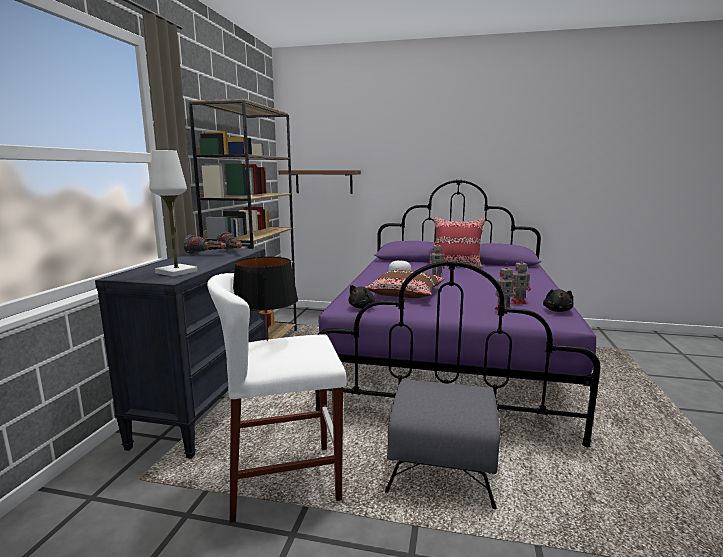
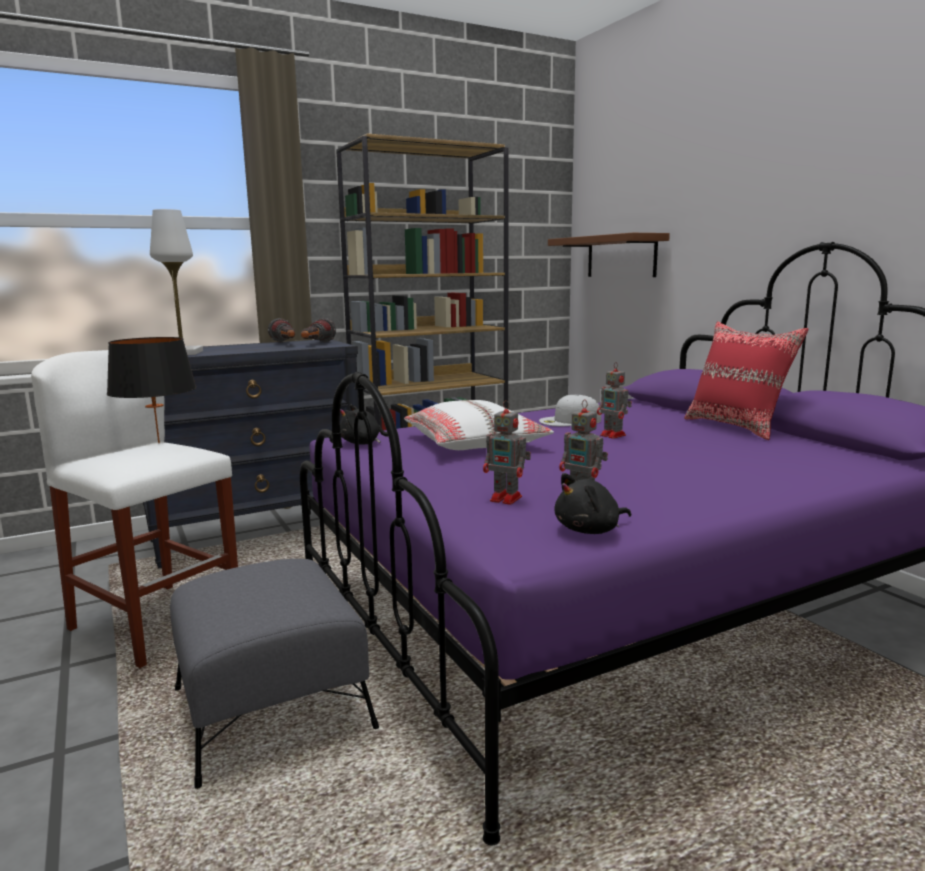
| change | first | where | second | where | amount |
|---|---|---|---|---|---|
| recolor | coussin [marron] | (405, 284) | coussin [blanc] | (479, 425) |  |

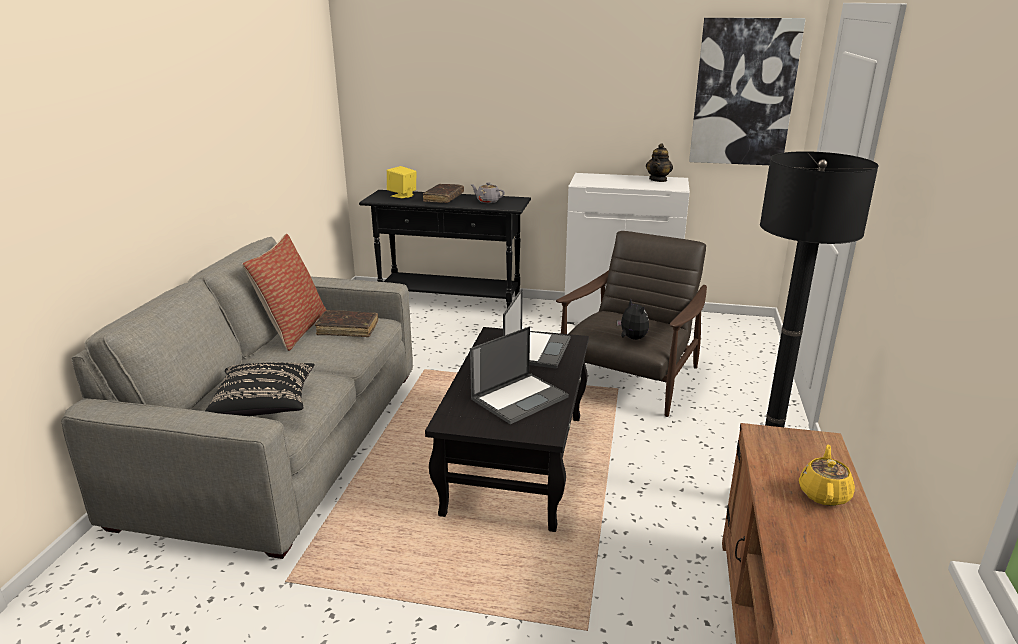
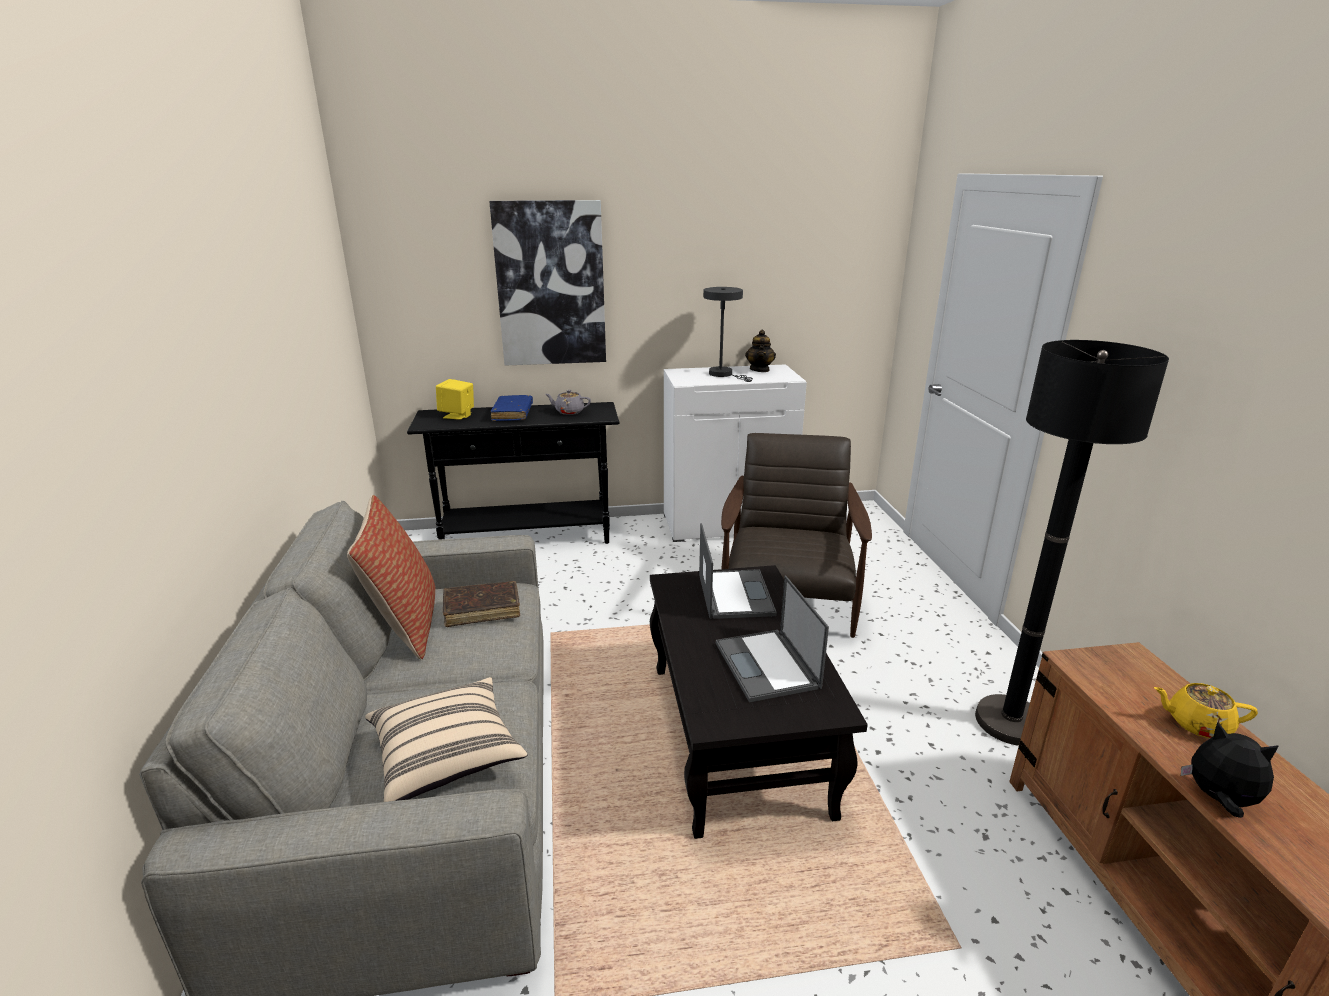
| change | first | where | second | where | amount |
|---|---|---|---|---|---|
| recolor | coussin [noir] | (260, 389) | coussin [beige] | (446, 739) |  |
| move | tableau | (747, 91) |  | (547, 283) |  |
| recolor | livre [marron] | (443, 193) | livre [bleu] | (512, 408) |  |
| insert |  |  | lampe de table [gris] | (728, 334) |  |
| rotate | ordinateur portable | (519, 375) |  | (772, 639) | 135 degrees clockwise |
| rotate | théière [jaune] | (827, 475) |  | (1206, 710) | 75 degrees counterclockwise |
| move | peluche | (633, 319) |  | (1230, 770) |  |

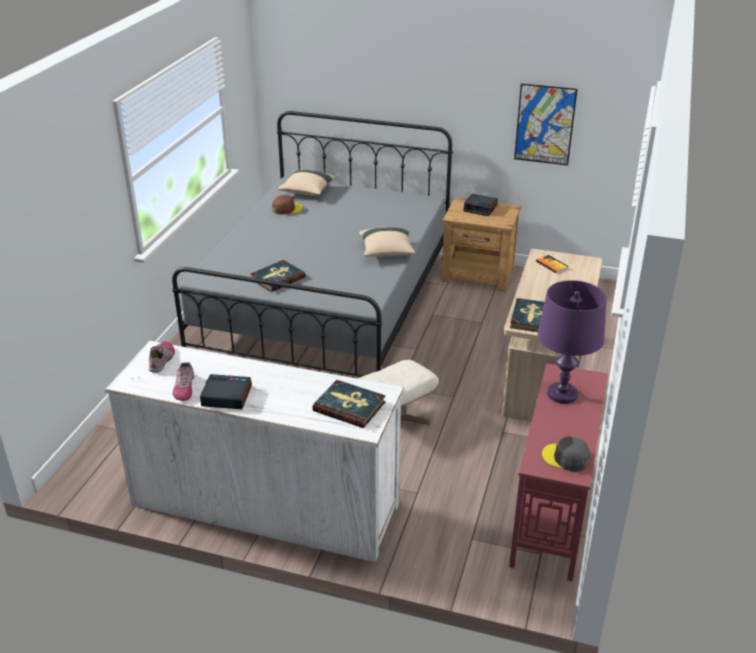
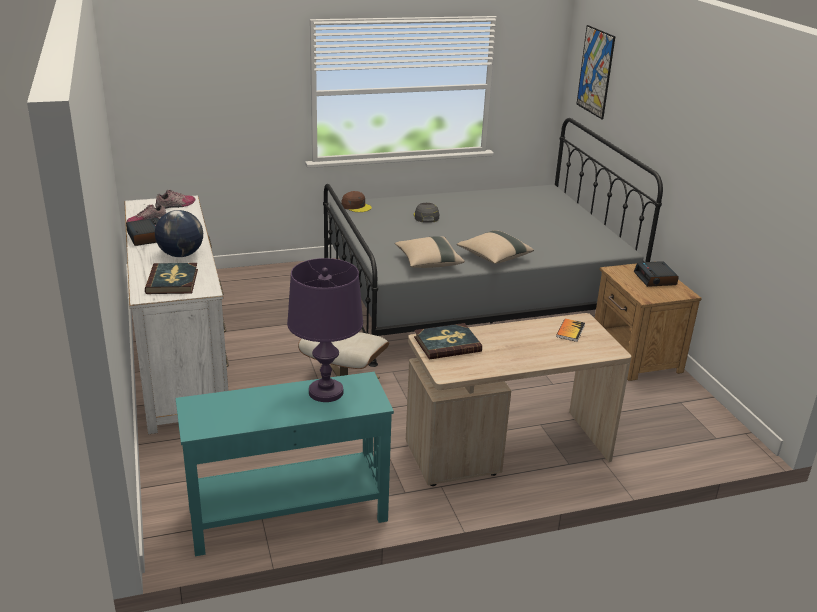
| change | first | where | second | where | amount |
|---|---|---|---|---|---|
| insert |  |  | globe | (179, 233) |  |
| recolor | table console [rouge] | (558, 472) | table console [turquoise] | (285, 464) |  |
| move | casquette [marron] | (287, 205) |  | (356, 201) |  |
| move | coussin [beige] | (307, 182) |  | (430, 252) |  |
| move | casquette [gris] | (566, 454) |  | (426, 213) |  |
| move | tableau | (546, 124) |  | (596, 72) |  |
| delete | livre | (278, 276) |  |  |  |

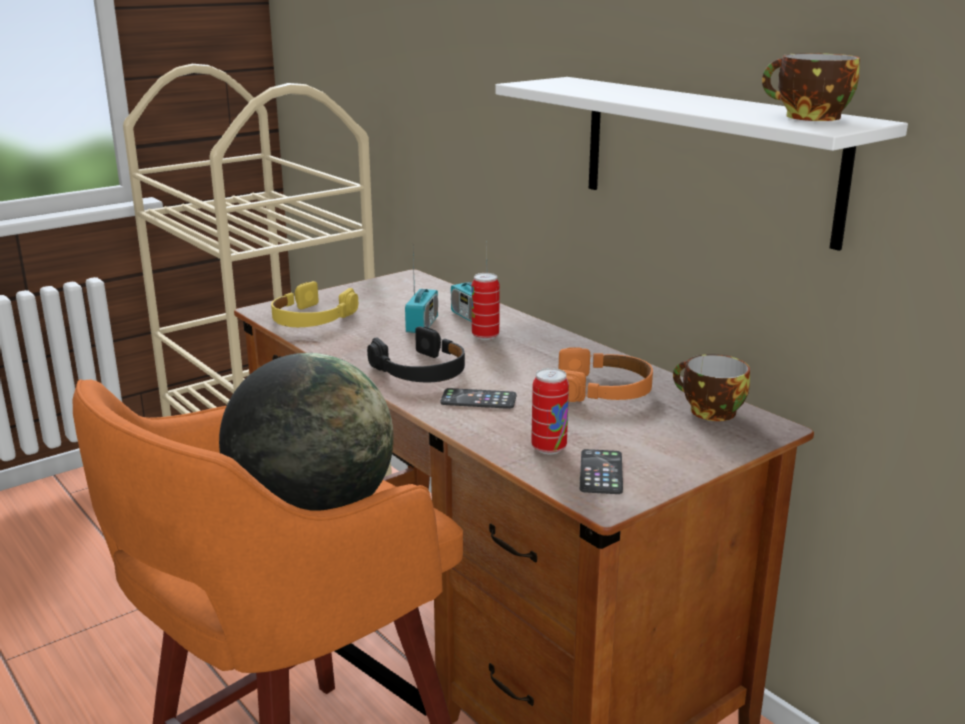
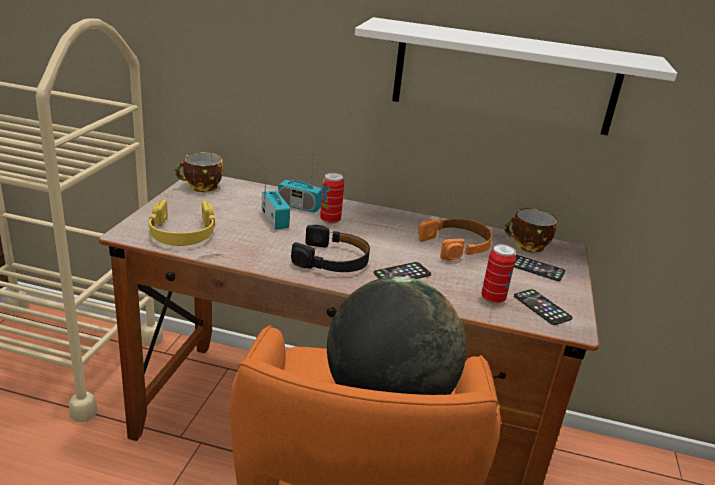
| change | first | where | second | where | amount |
|---|---|---|---|---|---|
| move | tasse | (811, 87) |  | (199, 172) |  |
| insert |  |  | téléphone | (539, 268) |  |

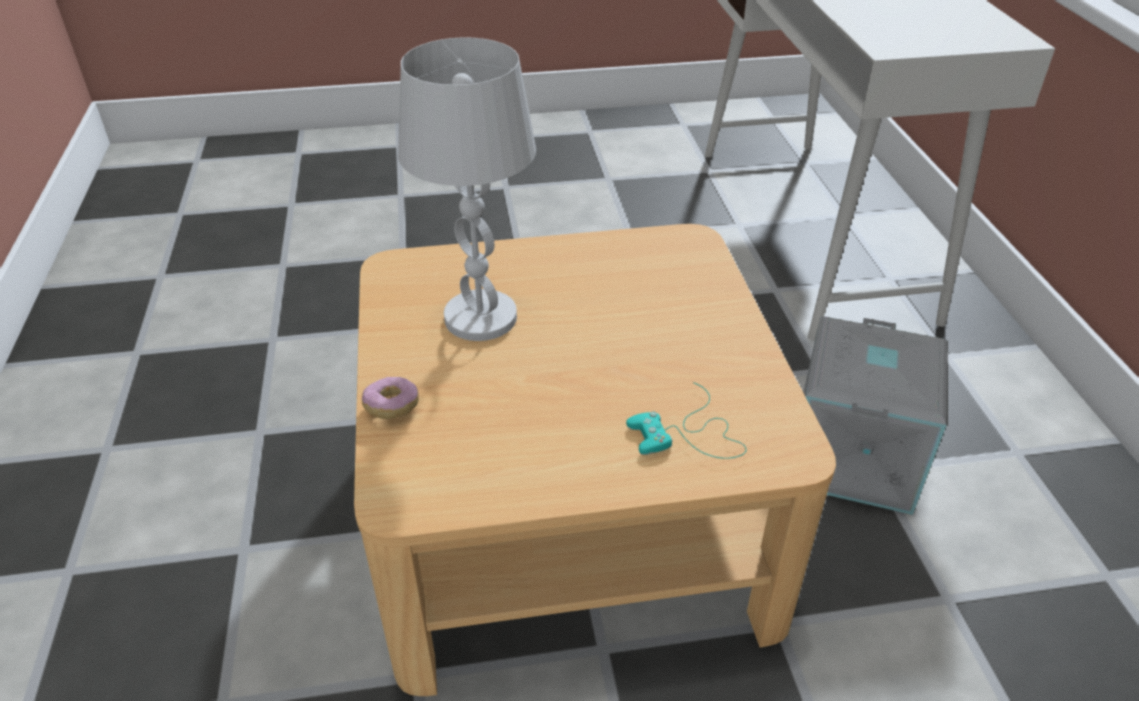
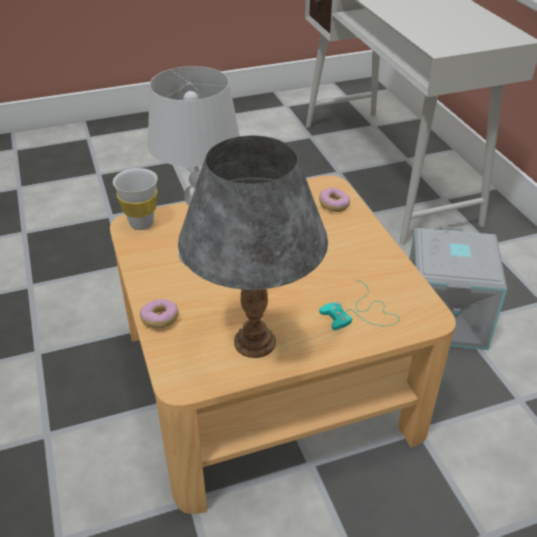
| change | first | where | second | where | amount |
|---|---|---|---|---|---|
| insert |  |  | tasse [blanc] | (135, 199) |  |
| insert |  |  | lampe de table [gris] | (253, 246) |  |
| insert |  |  | beignet | (334, 200) |  |

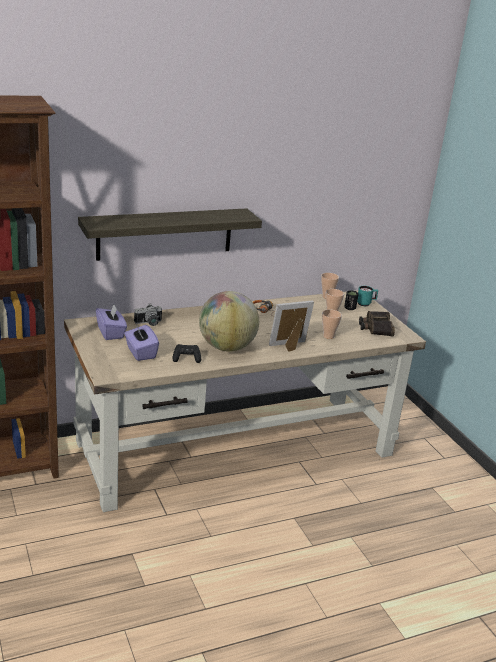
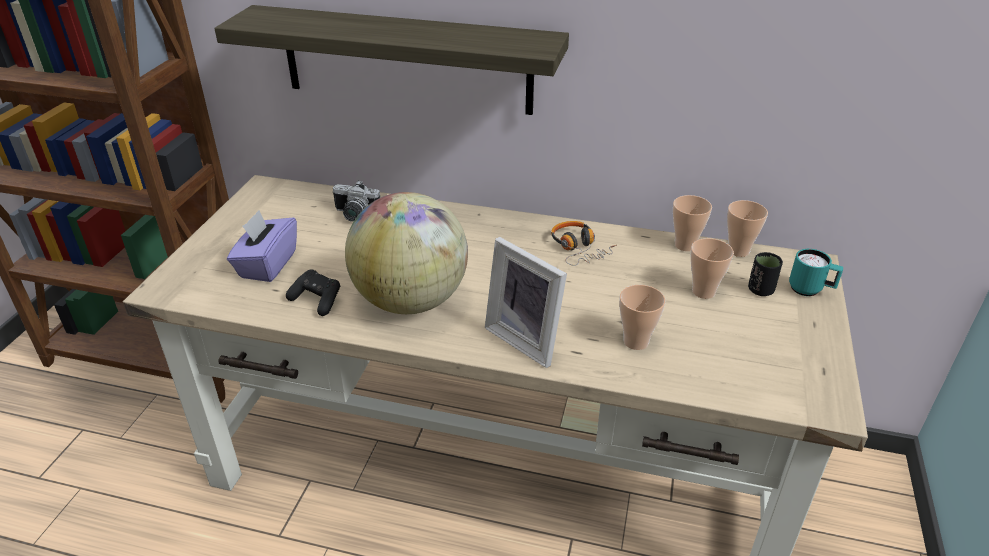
| change | first | where | second | where | amount |
|---|---|---|---|---|---|
| rotate | cadre photo | (291, 326) |  | (526, 302) | 150 degrees counterclockwise |
| insert |  |  | tasse | (692, 223) |  |
| delete | boîte à mouchoirs [violet] | (111, 322) |  |  |  |
| delete | jumelles | (377, 323) |  |  |  |

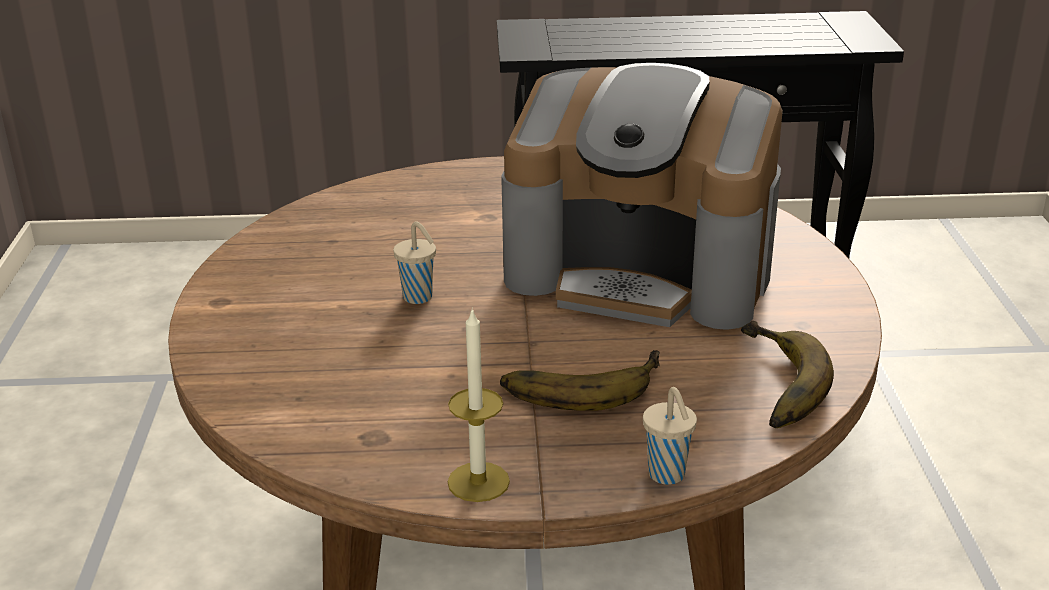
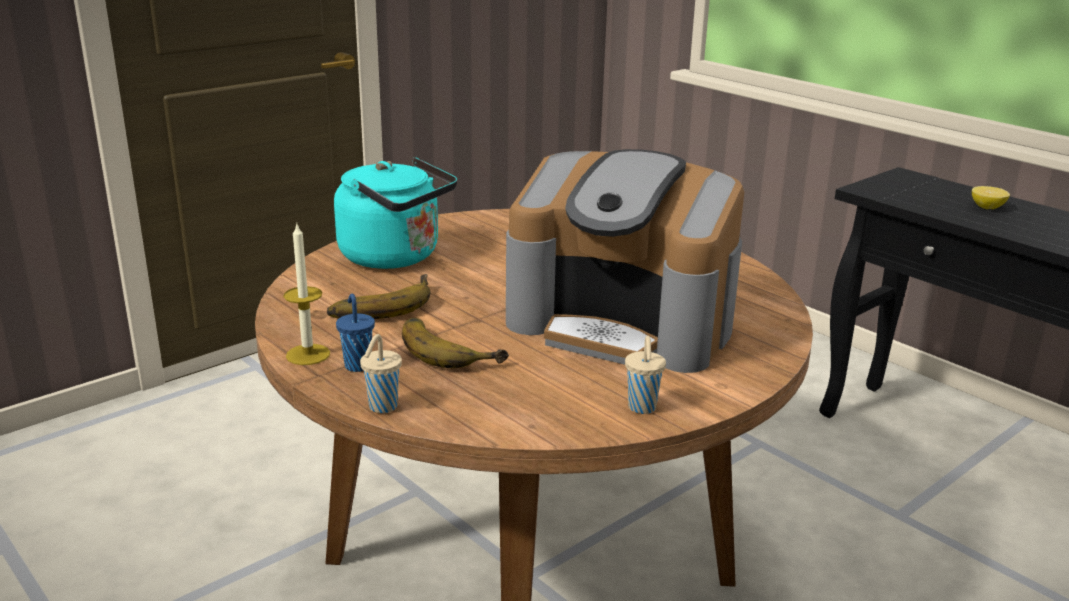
| change | first | where | second | where | amount |
|---|---|---|---|---|---|
| move | banane | (787, 374) |  | (378, 296) |  |
| insert |  |  | bouilloire [turquoise] | (395, 213) |  |
| insert |  |  | tasse [bleu] | (355, 333) |  |
| rotate | machine à café | (642, 196) |  | (625, 261) | 45 degrees counterclockwise |
| move | tasse [beige] | (414, 262) |  | (645, 375) |  |
| insert |  |  | citron | (991, 197) |  |

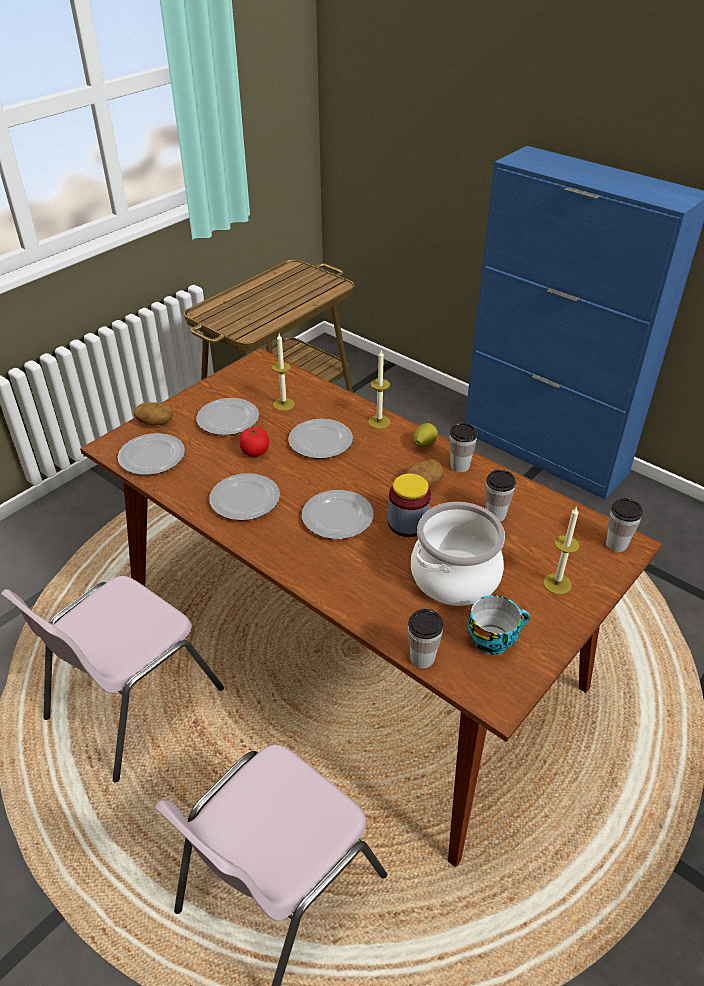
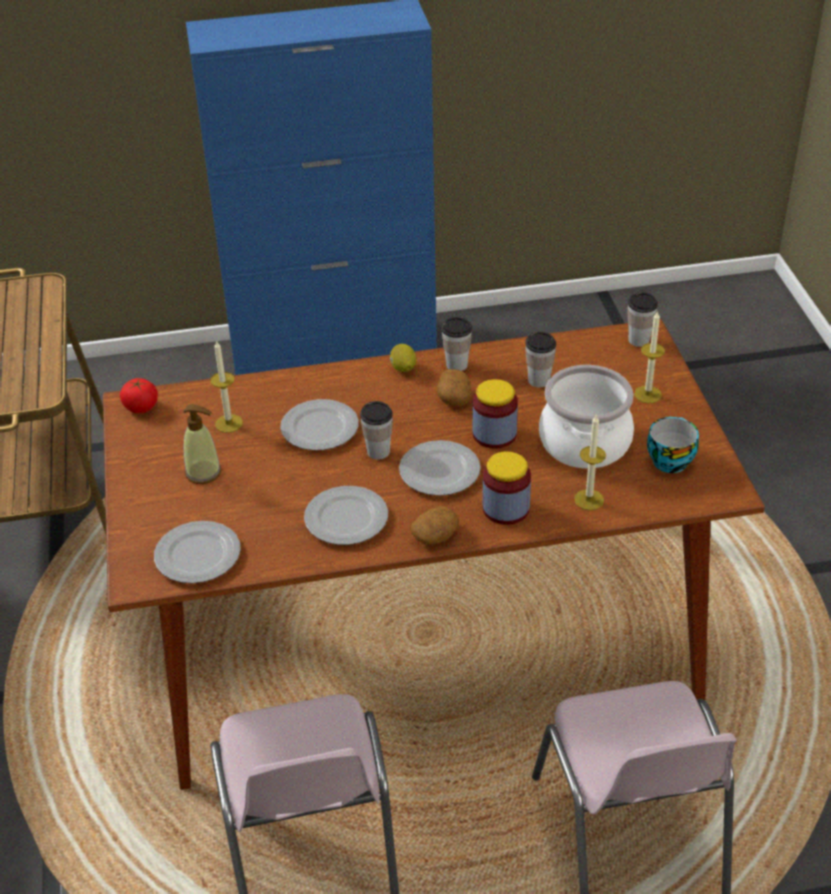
| change | first | where | second | where | amount |
|---|---|---|---|---|---|
| move | tomate | (254, 442) |  | (139, 395) |  |
| replace | assiette | (227, 416) | distributeur de savon | (202, 444) |  |
| move | tasse | (425, 638) |  | (376, 430) |  |
| move | pomme de terre | (153, 414) |  | (435, 525) |  |
| insert |  |  | bocal | (506, 488) |  |
| move | bougie | (379, 389) |  | (590, 462) |  |

